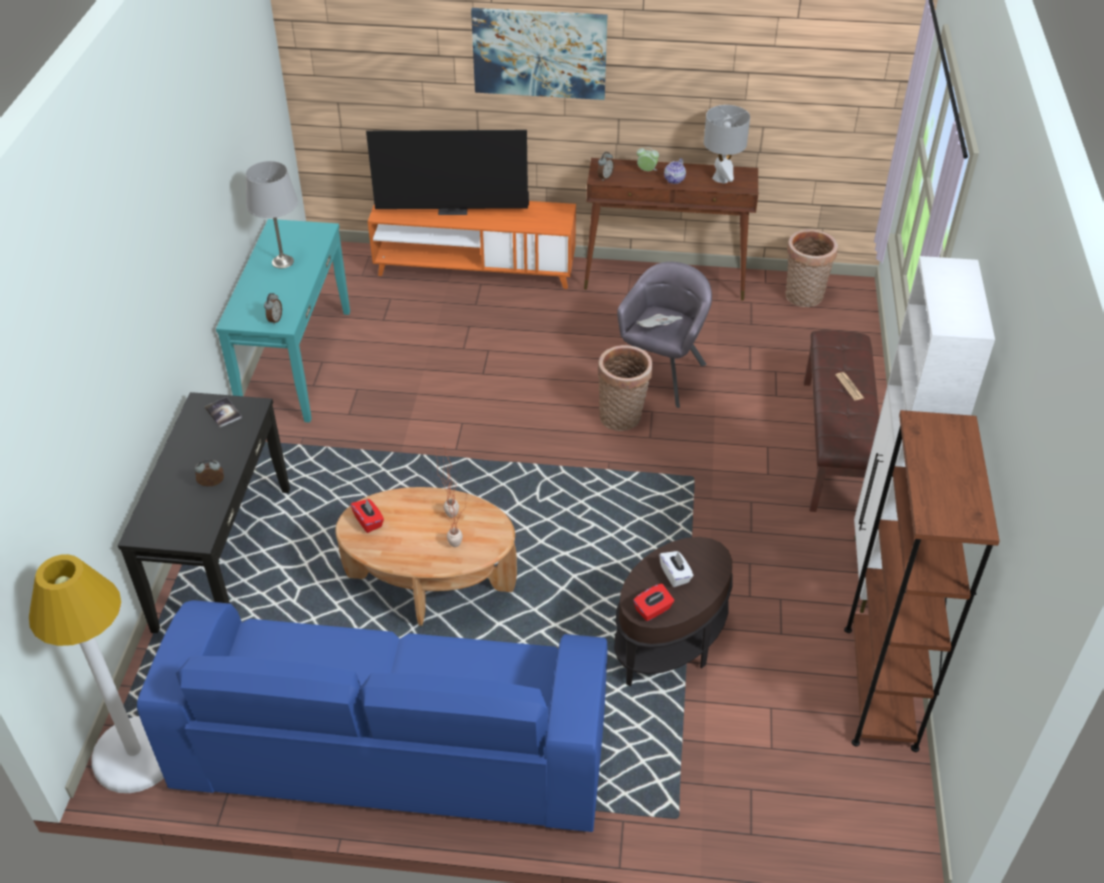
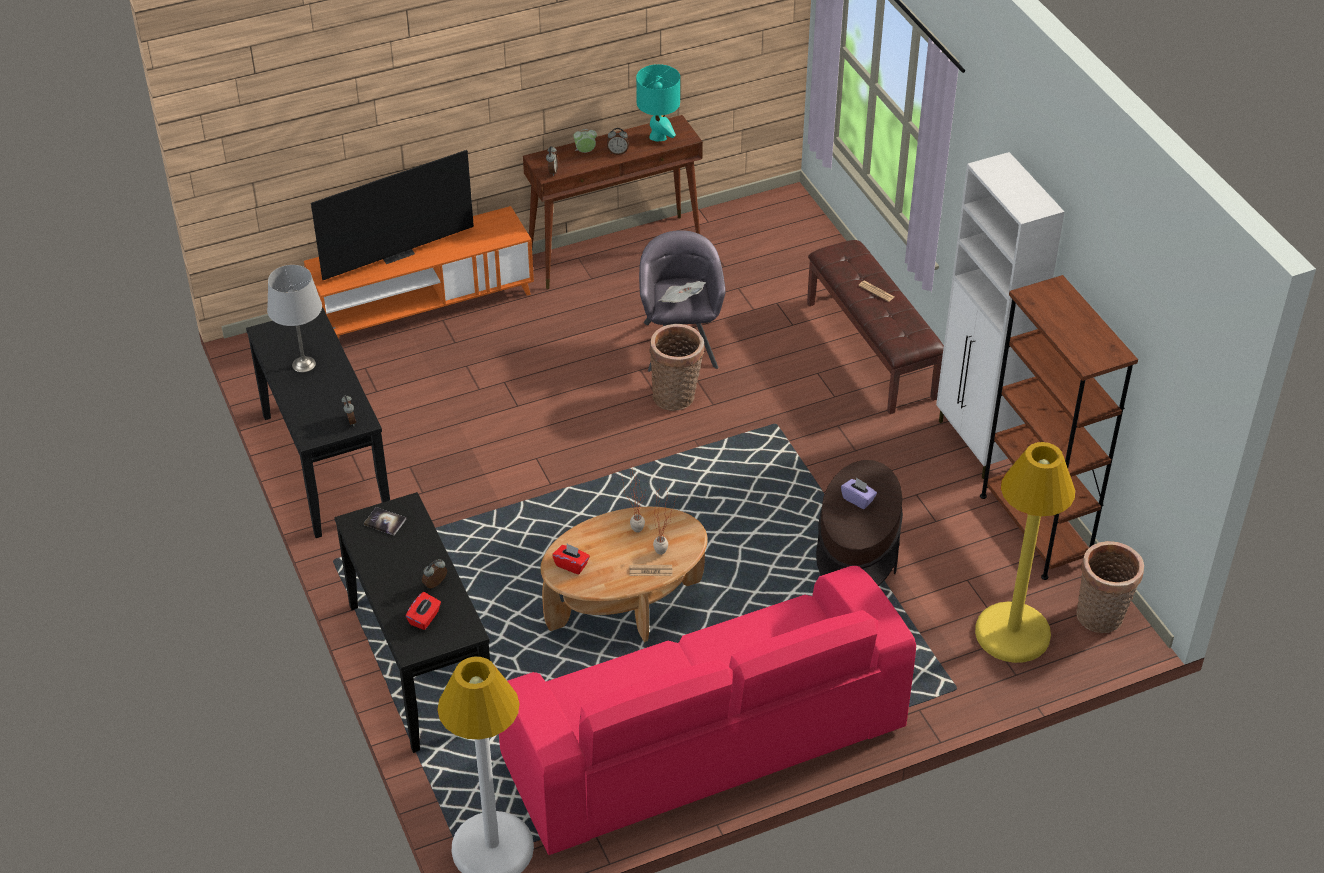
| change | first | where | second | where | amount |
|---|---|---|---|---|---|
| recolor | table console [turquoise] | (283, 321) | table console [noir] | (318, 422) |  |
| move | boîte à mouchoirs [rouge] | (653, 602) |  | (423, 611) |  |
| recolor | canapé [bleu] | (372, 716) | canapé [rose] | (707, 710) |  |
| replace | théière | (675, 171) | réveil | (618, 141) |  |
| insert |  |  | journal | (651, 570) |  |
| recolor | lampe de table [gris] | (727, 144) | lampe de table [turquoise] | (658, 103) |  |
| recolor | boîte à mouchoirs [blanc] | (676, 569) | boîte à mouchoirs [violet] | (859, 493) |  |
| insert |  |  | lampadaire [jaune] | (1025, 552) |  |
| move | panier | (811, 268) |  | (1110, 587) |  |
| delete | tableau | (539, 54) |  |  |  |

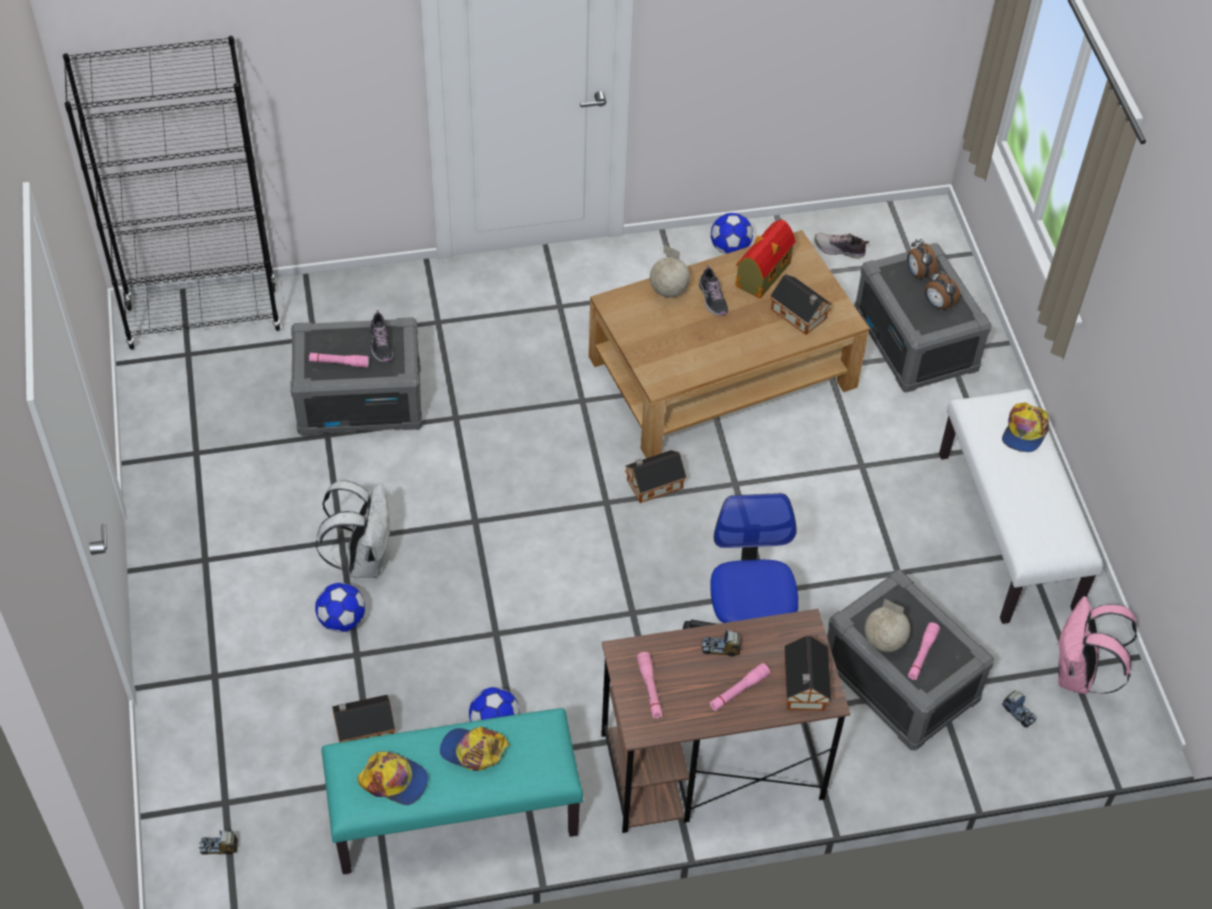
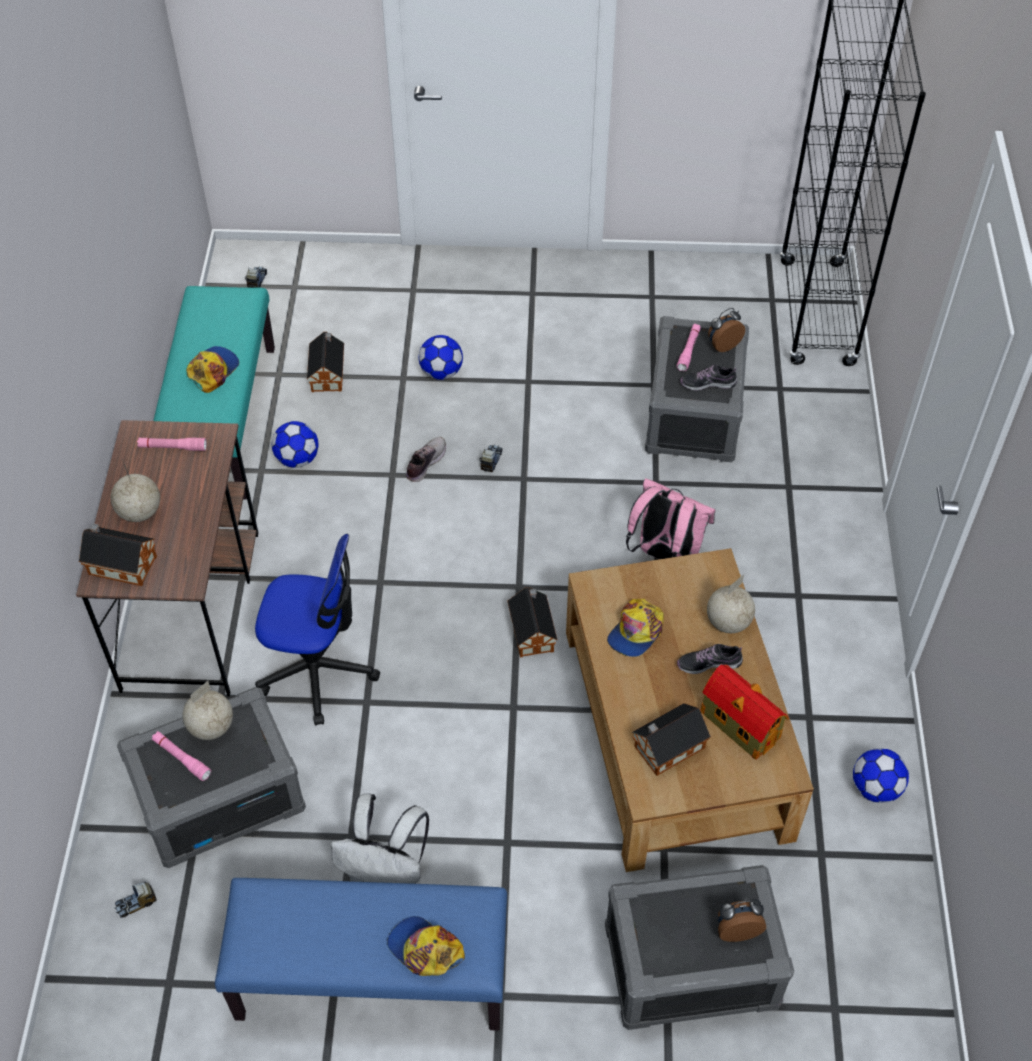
| change | first | where | second | where | amount |
|---|---|---|---|---|---|
| replace | lampe de poche [rose] | (739, 687) | globe | (135, 490) |  |
| recolor | banc [blanc] | (1021, 506) | banc [bleu] | (361, 954) |  |
| move | sac à dos [blanc] | (354, 529) |  | (380, 838) |  |
| move | chaussure | (841, 246) |  | (426, 459) |  |
| move | camion jouet | (721, 643) |  | (491, 458) |  |
| move | casquette | (393, 778) |  | (635, 628) |  |
| move | sac à dos [rose] | (1097, 645) |  | (670, 518) |  |
| move | réveil | (942, 291) |  | (726, 330) |  |

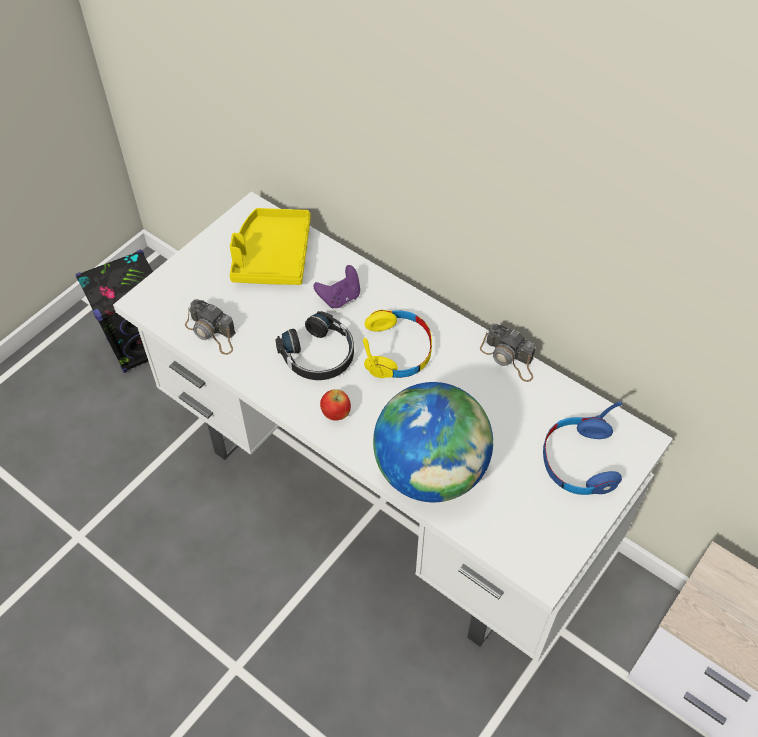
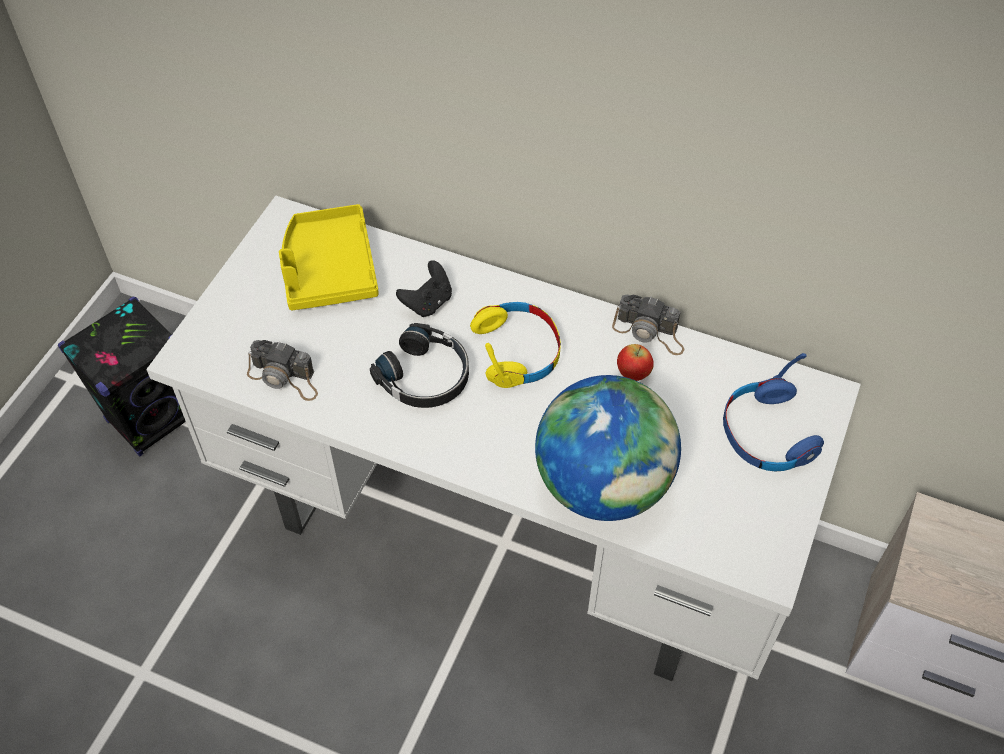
| change | first | where | second | where | amount |
|---|---|---|---|---|---|
| recolor | manette [violet] | (336, 287) | manette [noir] | (424, 288) |  |
| move | pomme | (335, 405) |  | (635, 362) |  |

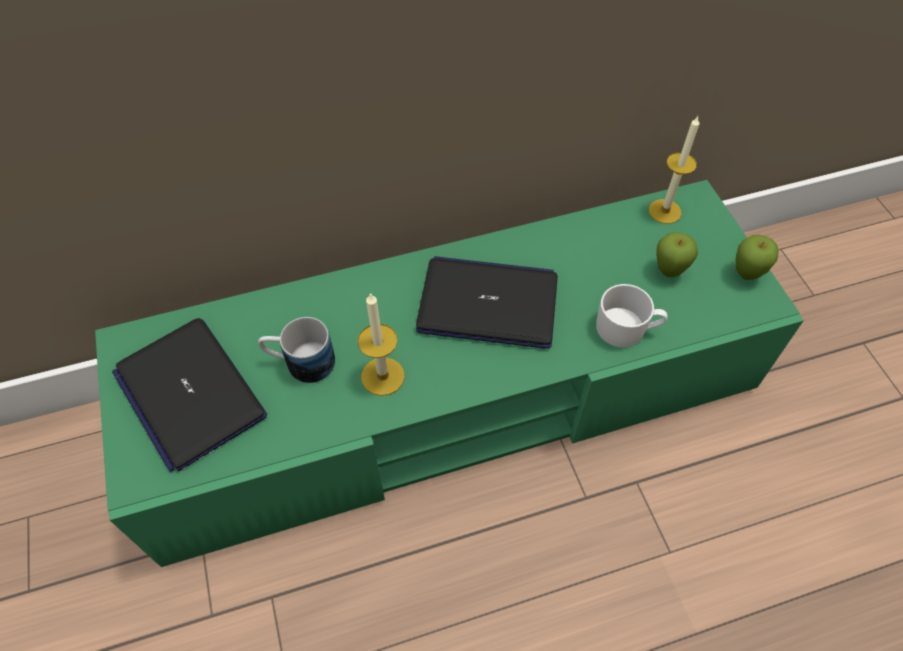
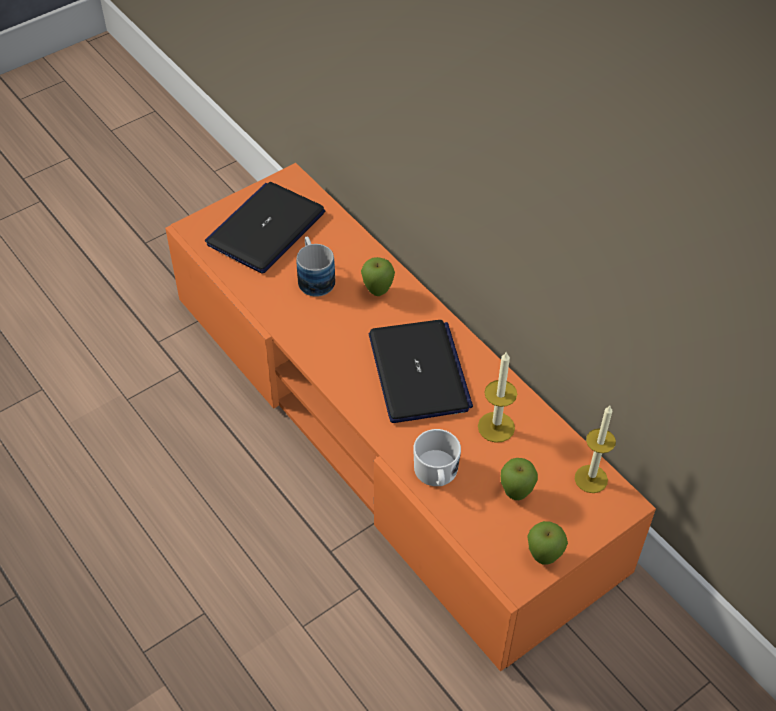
| change | first | where | second | where | amount |
|---|---|---|---|---|---|
| recolor | meuble télé [vert] | (449, 373) | meuble télé [orange] | (410, 417) |  |
| insert |  |  | pomme | (378, 276) |  |
| move | bougie | (381, 344) |  | (497, 397) |  |

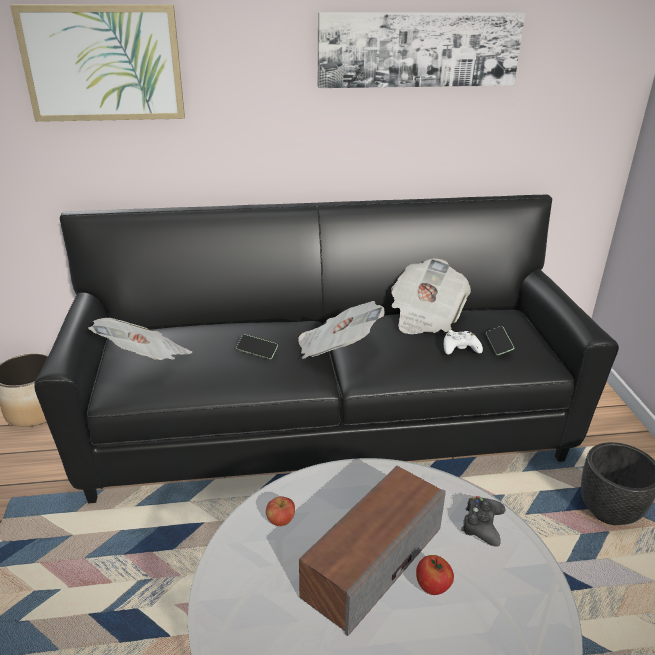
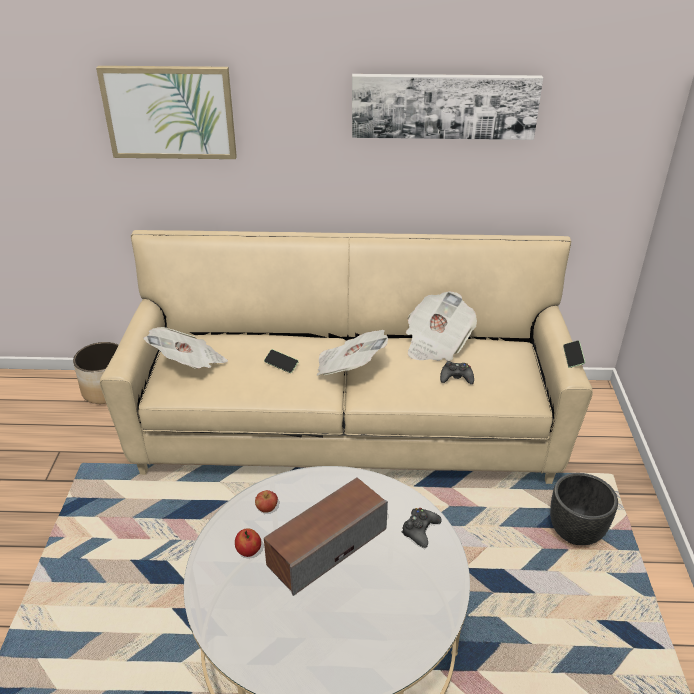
| change | first | where | second | where | amount |
|---|---|---|---|---|---|
| recolor | canapé [noir] | (327, 349) | canapé [beige] | (346, 357) |  |
| move | pomme | (435, 575) |  | (248, 543) |  |
| recolor | manette [blanc] | (463, 342) | manette [noir] | (457, 372) |  |
| move | téléphone | (500, 340) |  | (574, 354) |  |

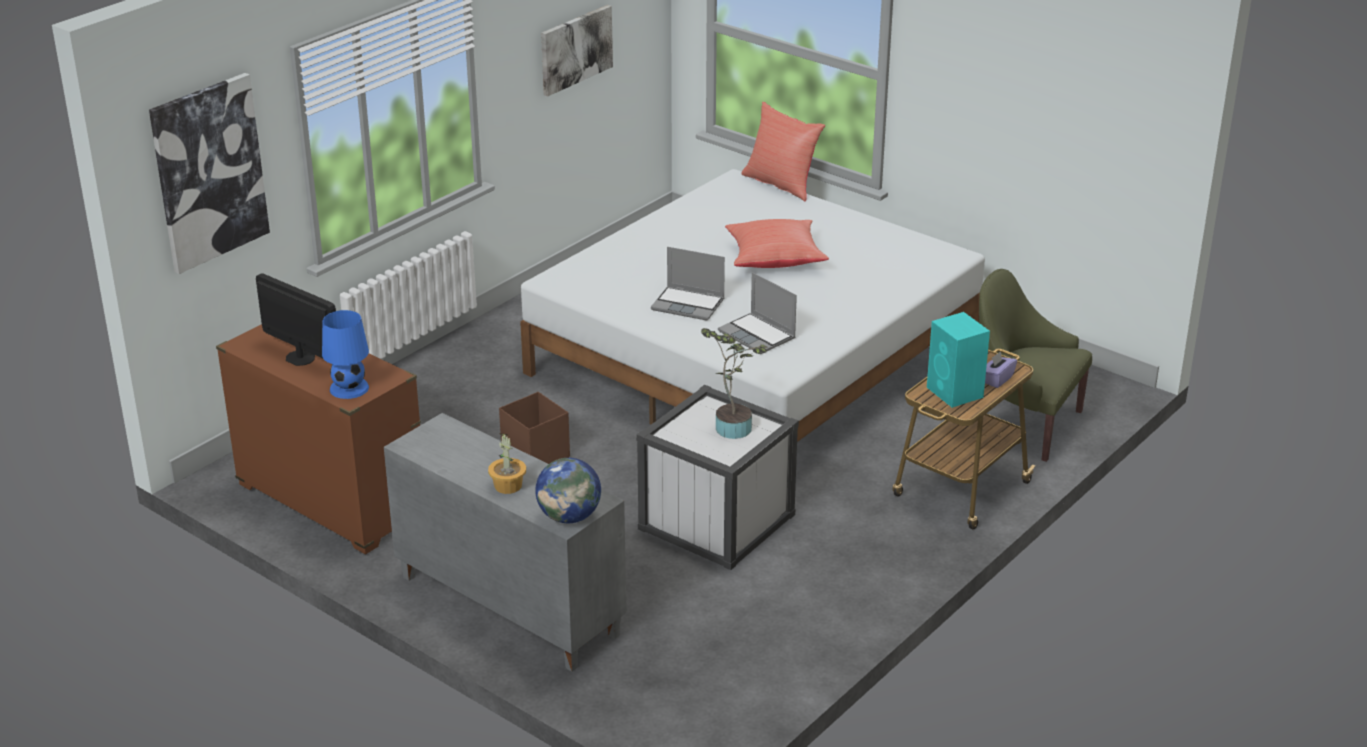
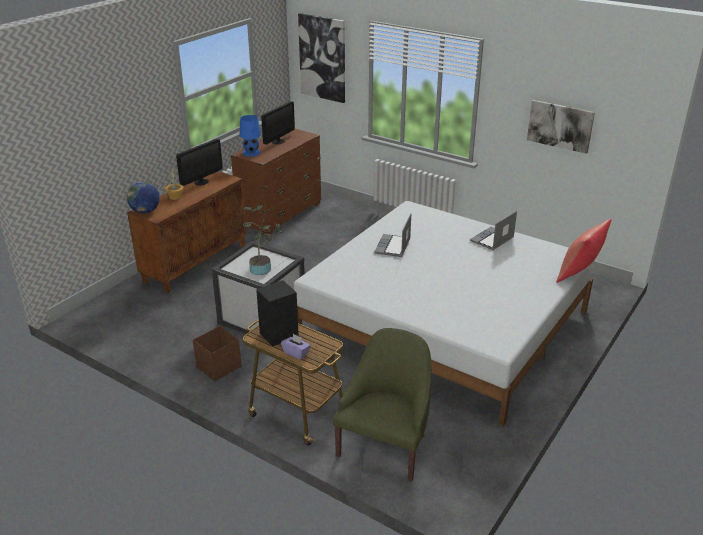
| change | first | where | second | where | amount |
|---|---|---|---|---|---|
| recolor | meuble de rangement [gris] | (505, 542) | meuble de rangement [marron] | (187, 232) |  |
| insert |  |  | écran d'ordinateur | (199, 162) |  |
| move | boîte de rangement [marron] | (534, 428) |  | (217, 353) |  |
| recolor | enceinte [turquoise] | (958, 360) | enceinte [noir] | (277, 313) |  |
| move | ordinateur portable | (757, 313) |  | (493, 230) |  |
| delete | coussin [rouge] | (777, 243) |  |  |  |

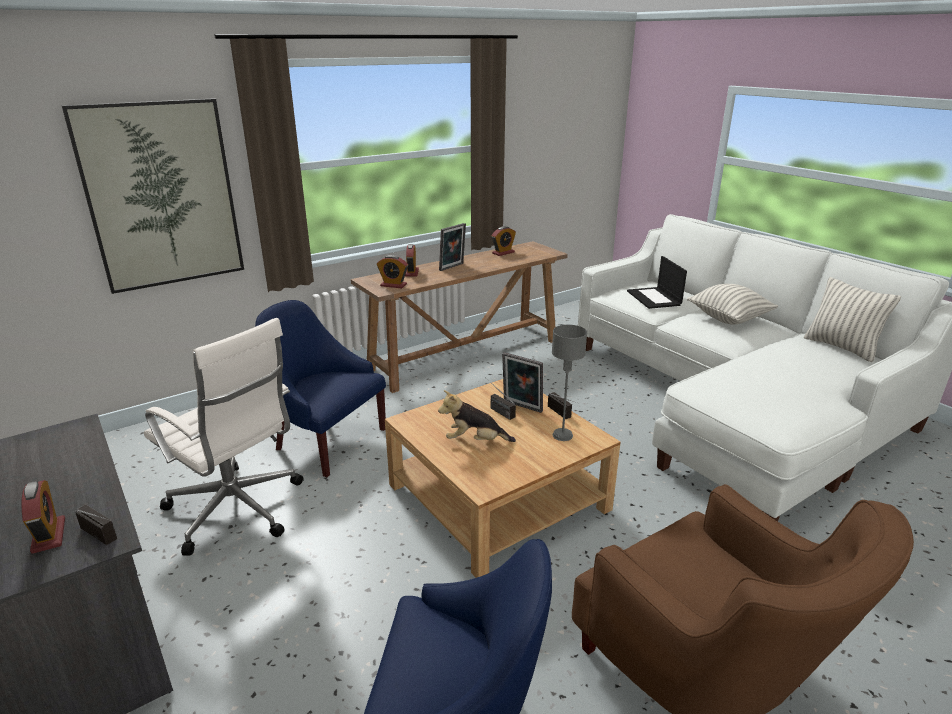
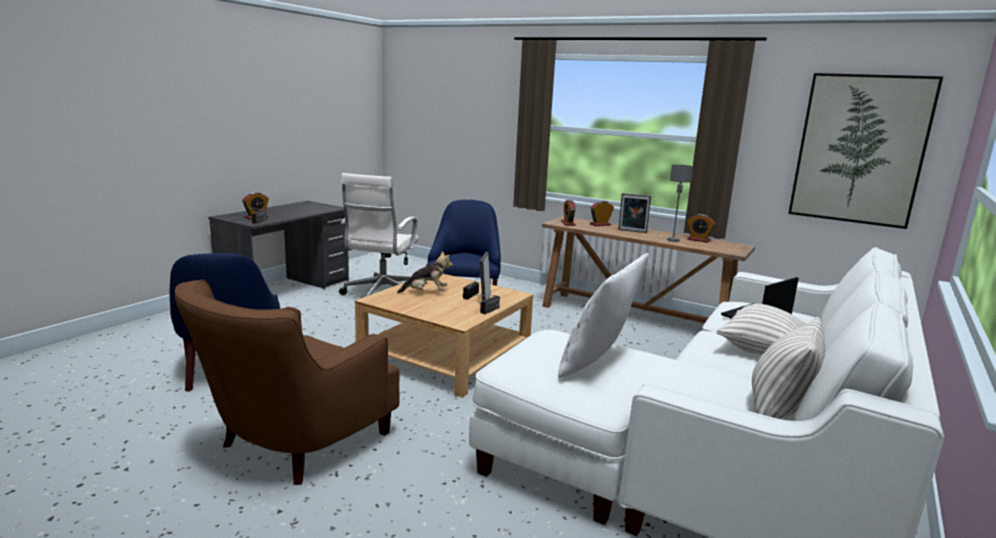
| change | first | where | second | where | amount |
|---|---|---|---|---|---|
| rotate | peluche | (477, 416) |  | (425, 272) | 105 degrees clockwise |
| insert |  |  | coussin [blanc] | (603, 315) |  |
| move | lampe de table [gris] | (569, 383) |  | (680, 203) |  |
| move | tableau | (153, 196) |  | (865, 151) |  |

